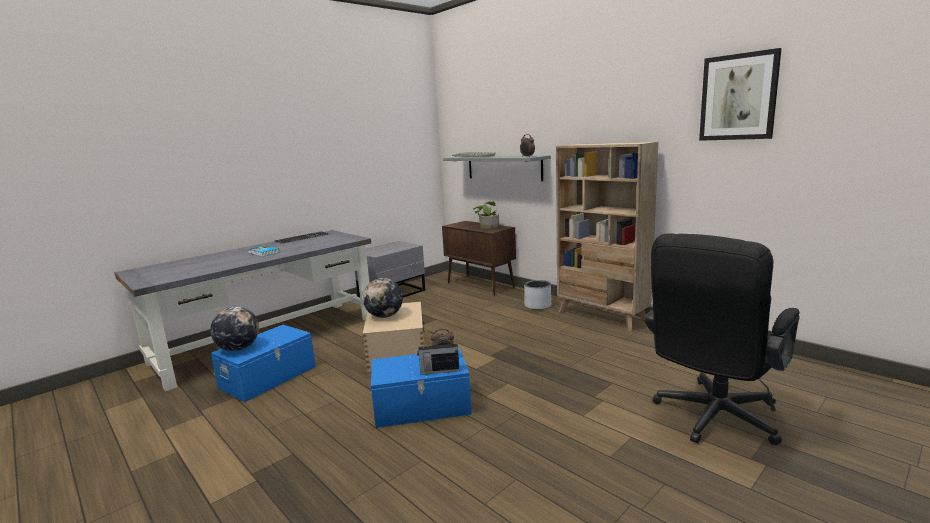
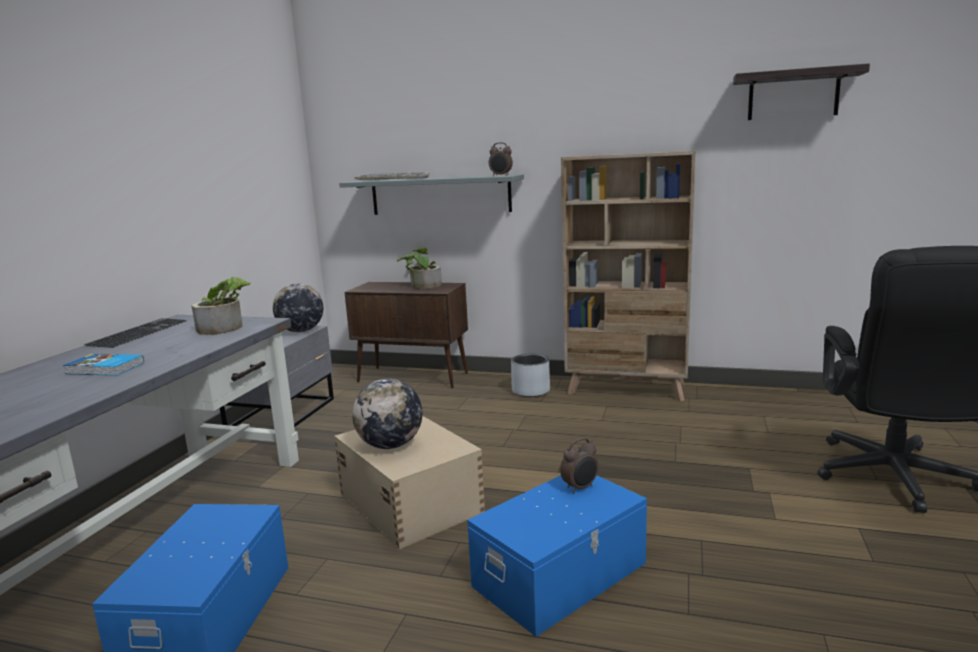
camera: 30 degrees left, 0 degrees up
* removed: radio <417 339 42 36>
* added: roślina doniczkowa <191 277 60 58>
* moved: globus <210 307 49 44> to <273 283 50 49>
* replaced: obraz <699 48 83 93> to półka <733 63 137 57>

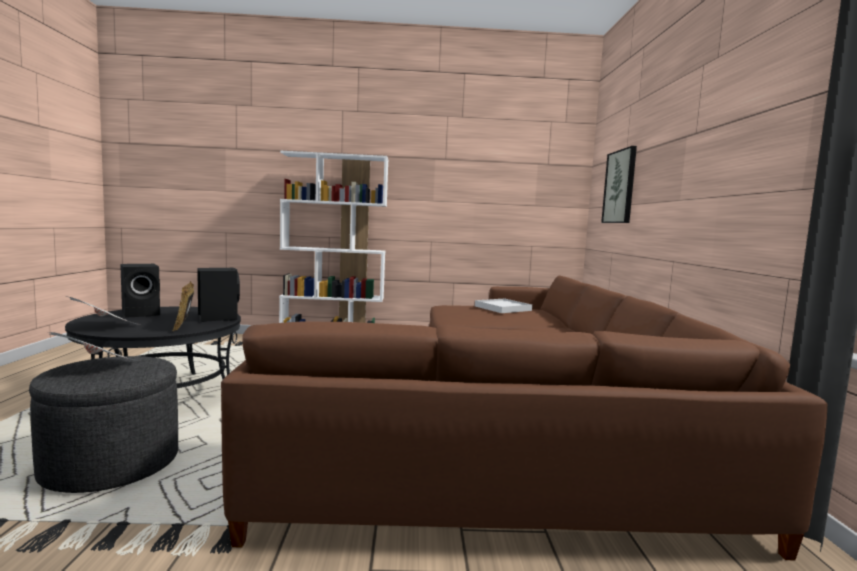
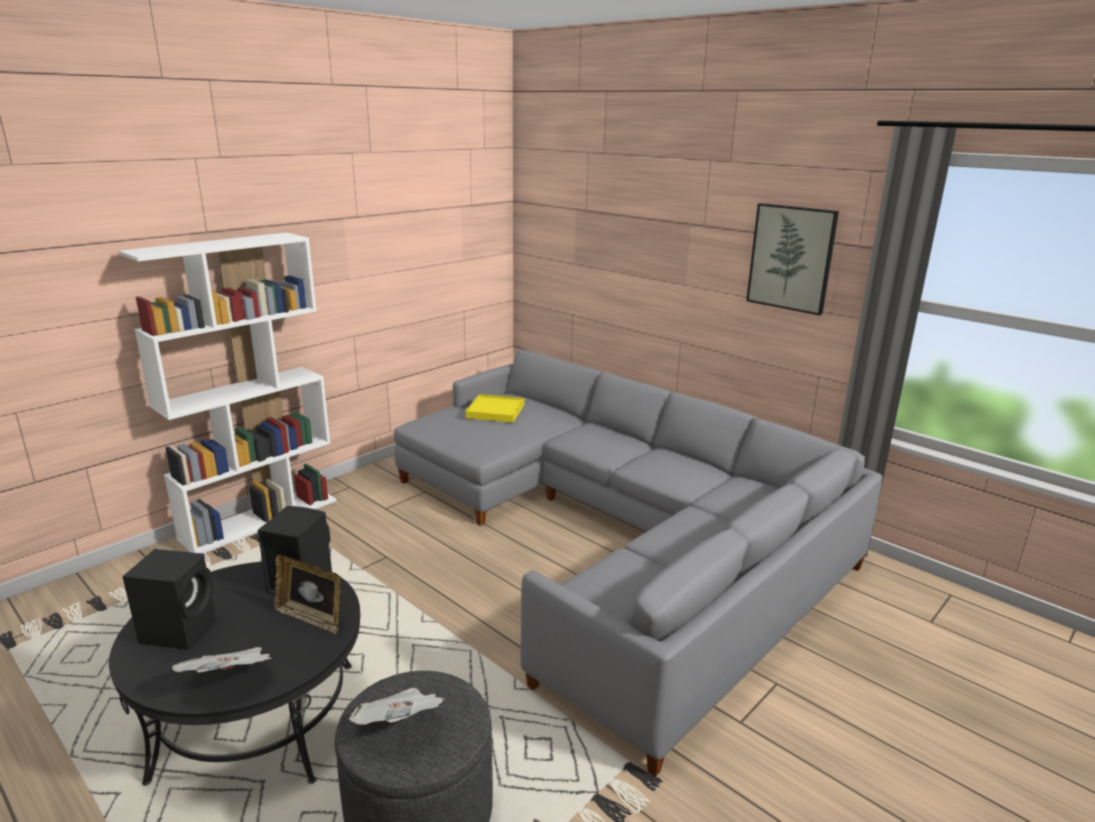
camera: 45 degrees left, 15 degrees up
* moved: obraz <601 146 36 77> to <746 203 93 113>
* recoloured: kanapa [brązowy] <221 276 606 284> to kanapa [szary] <394 349 488 428>
* recoloured: taca [biały] <475 298 57 15> to taca [żółty] <465 394 59 29>

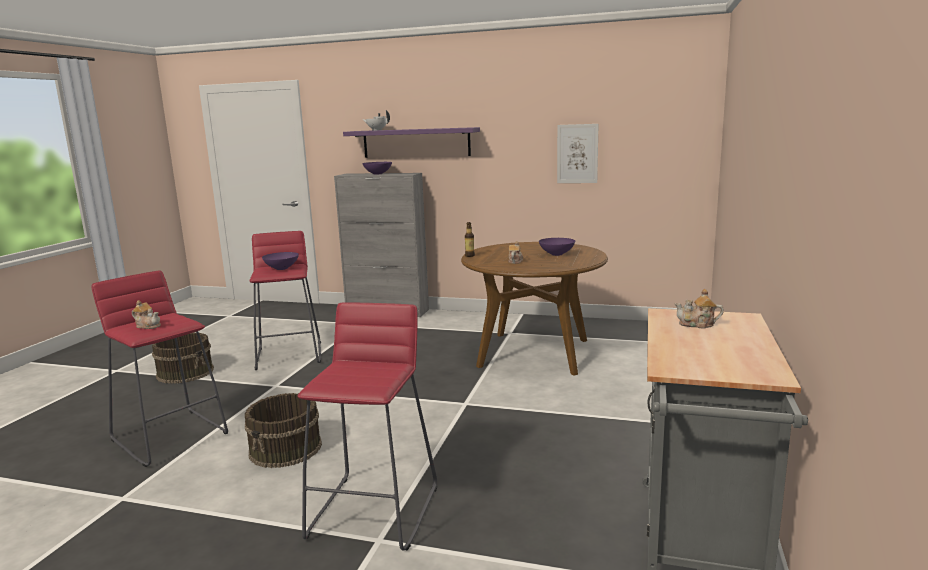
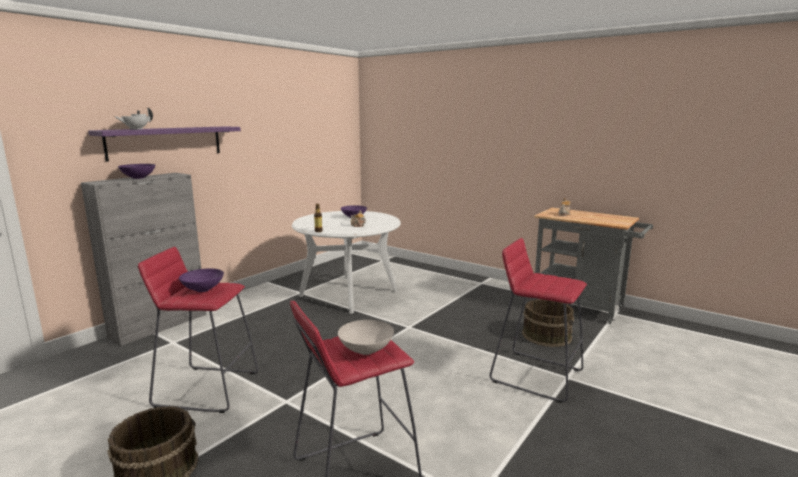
camera: 70 degrees left, 0 degrees up
* removed: obraz <557 124 42 59>
* moved: wiadro [brązowy] <245 393 77 75> to <522 299 52 48>
* replaced: imbryk <132 300 29 29> to miska [biały] <338 320 56 35>
* recoloured: stół jadalny [brązowy] <461 242 147 133> to stół jadalny [biały] <292 211 109 103>

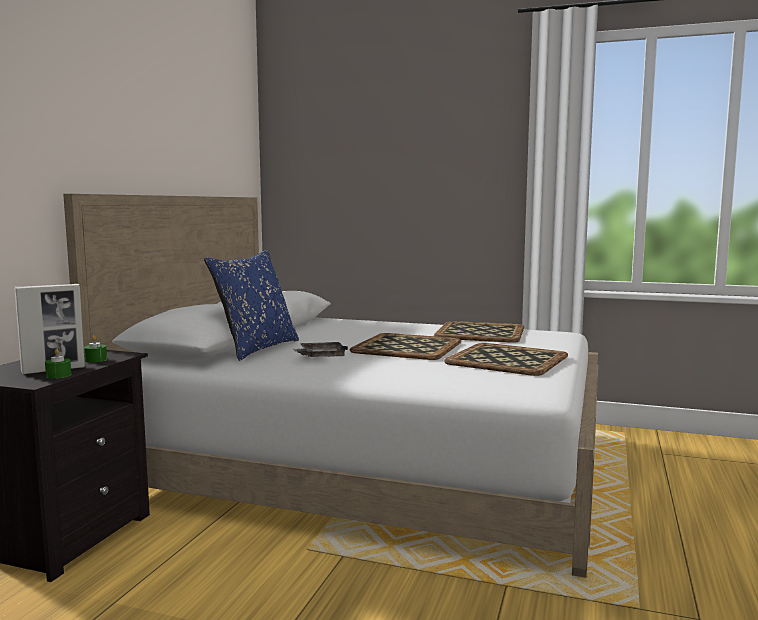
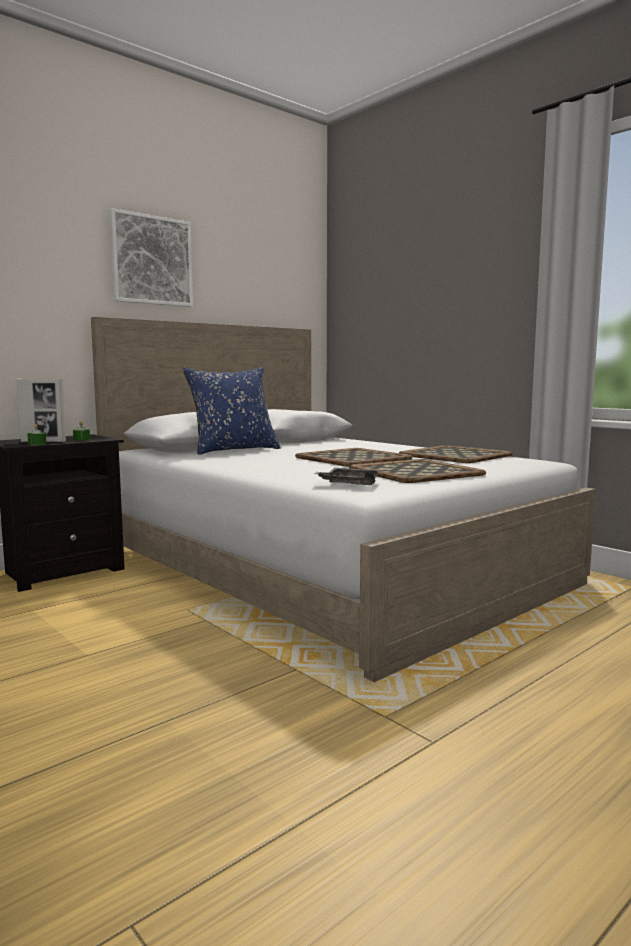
camera: 30 degrees right, 0 degrees up
* added: obraz <109 208 84 99>
* moved: taca [szary] <293 342 55 15> to <314 468 66 17>

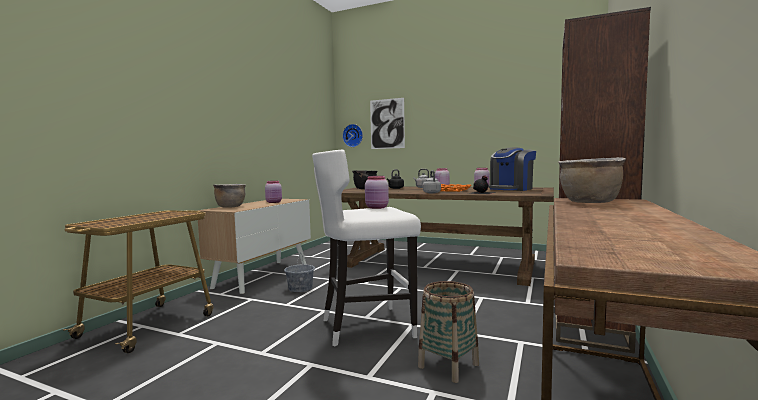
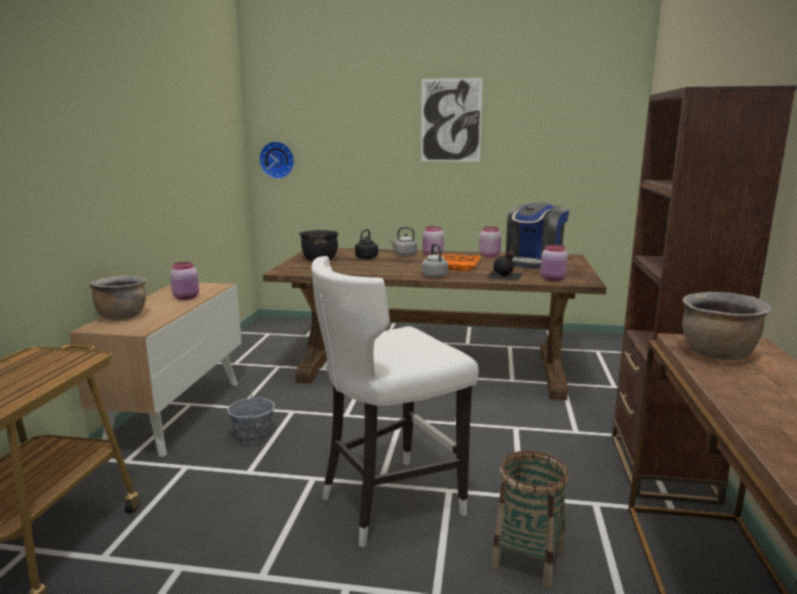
camera: 15 degrees left, 10 degrees up
* moved: słoik [różowy] <365 176 24 33> to <541 244 27 37>
* moved: obraz <370 98 35 51> to <421 78 62 84>

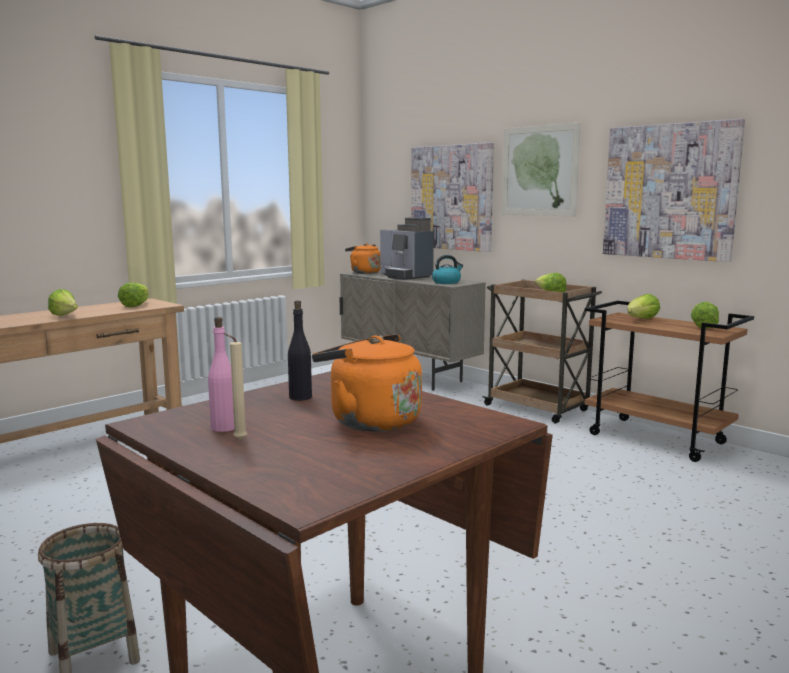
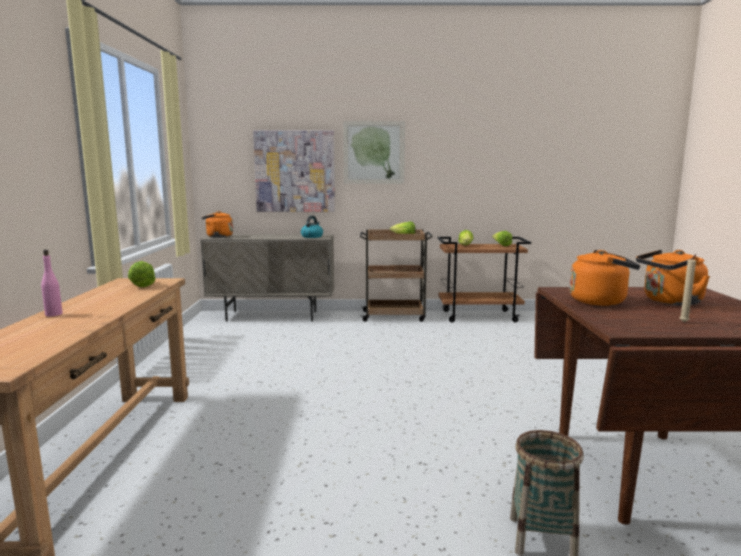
camera: 45 degrees left, 0 degrees up
* removed: sałata <48 289 30 27>
* removed: ekspres do kawy <380 217 54 63>
* removed: obraz <603 119 142 143>
* moved: butelka [różowy] <208 317 26 115> to <41 250 22 66>
* replaced: butelka [czarny] <288 300 24 101> to czajnik [pomarańczowy] <570 250 71 56>

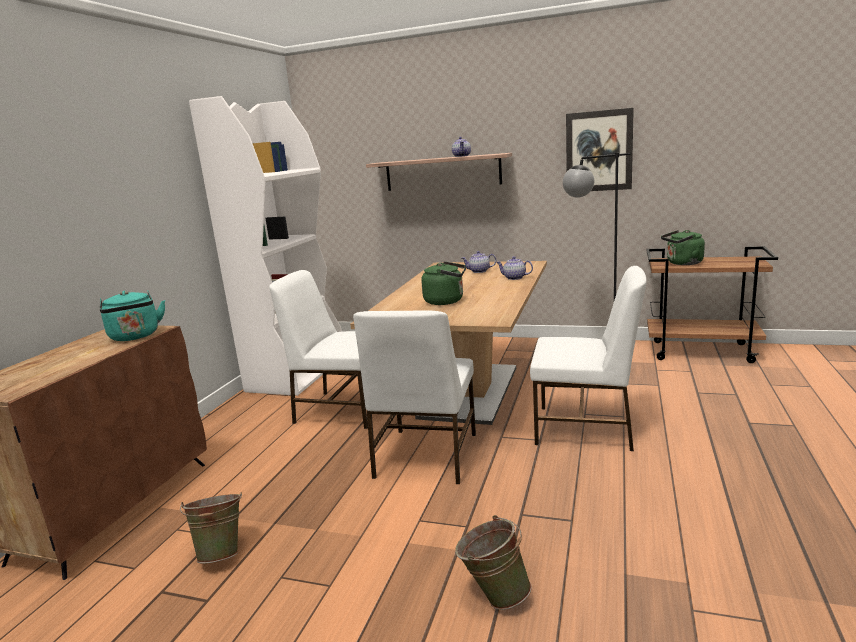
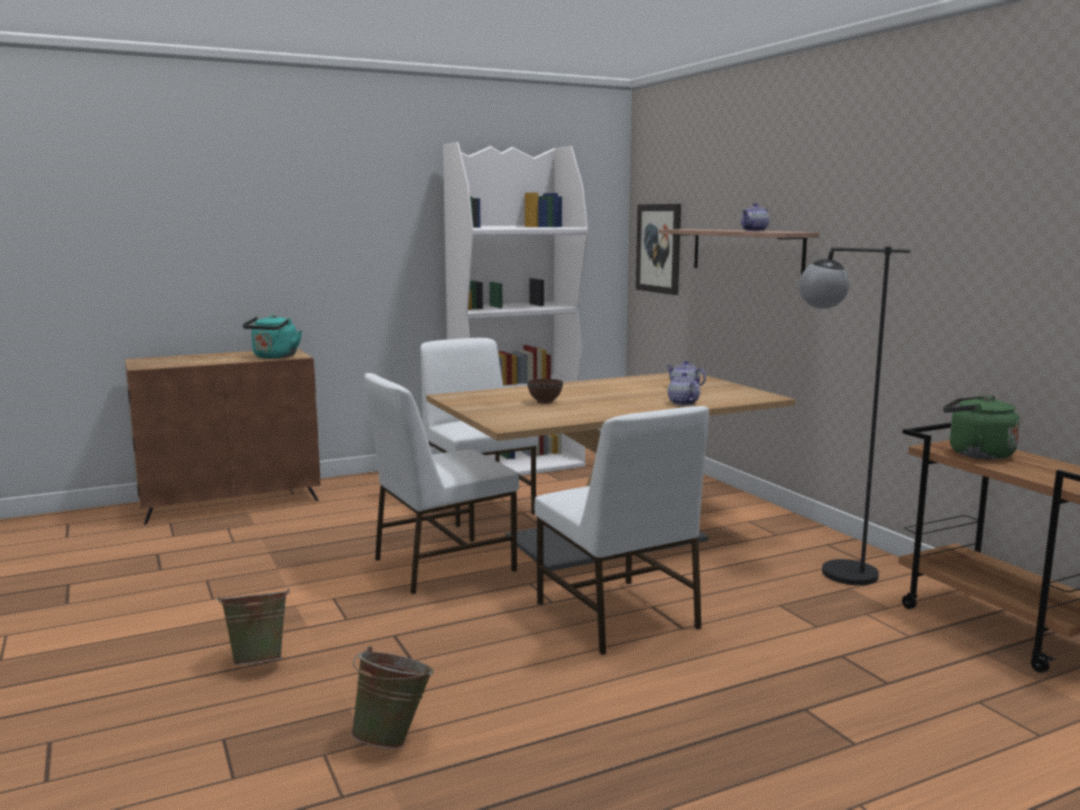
camera: 45 degrees right, 5 degrees down
* moved: wiadro [zielony] <180 492 62 72> to <351 646 83 103>
* moved: obraz <566 108 68 83> to <636 204 45 91>
* replaced: czajnik [zielony] <421 261 45 44> to miska [brązowy] <527 379 36 25>

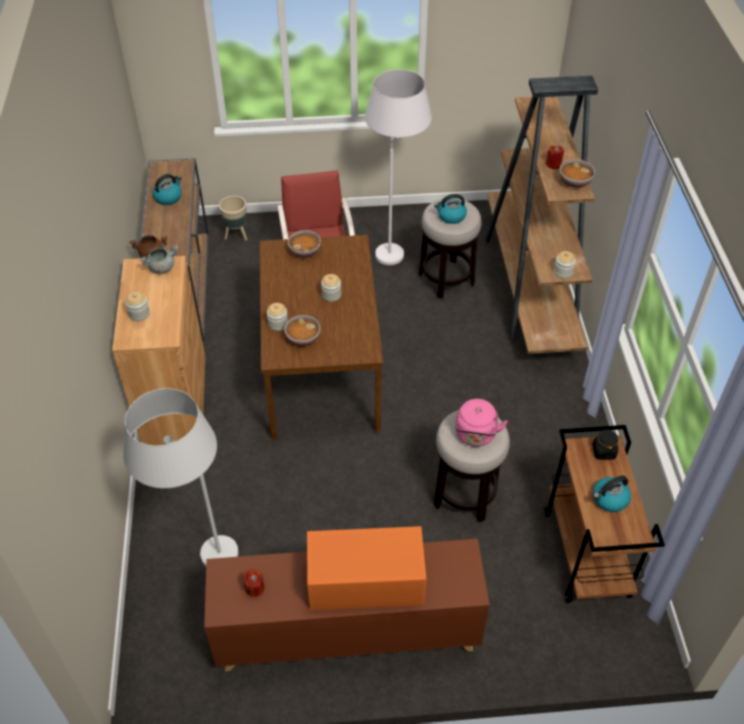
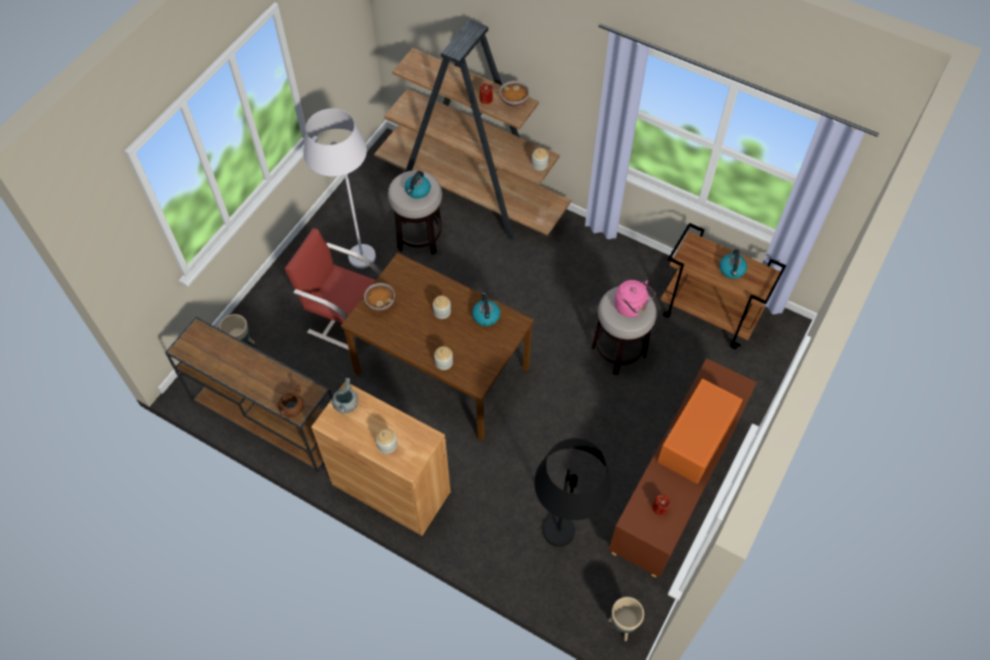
camera: 55 degrees left, 10 degrees up
* removed: miska <284 315 36 31>
* removed: słoik [czarny] <592 428 26 32>
* added: donica [beżowy] <608 597 36 44>
* moved: czajnik <152 174 30 31> to <472 293 28 33>
* recoloured: lampa stojąca [biały] <123 388 116 178> to lampa stojąca [czarny] <534 438 78 109>

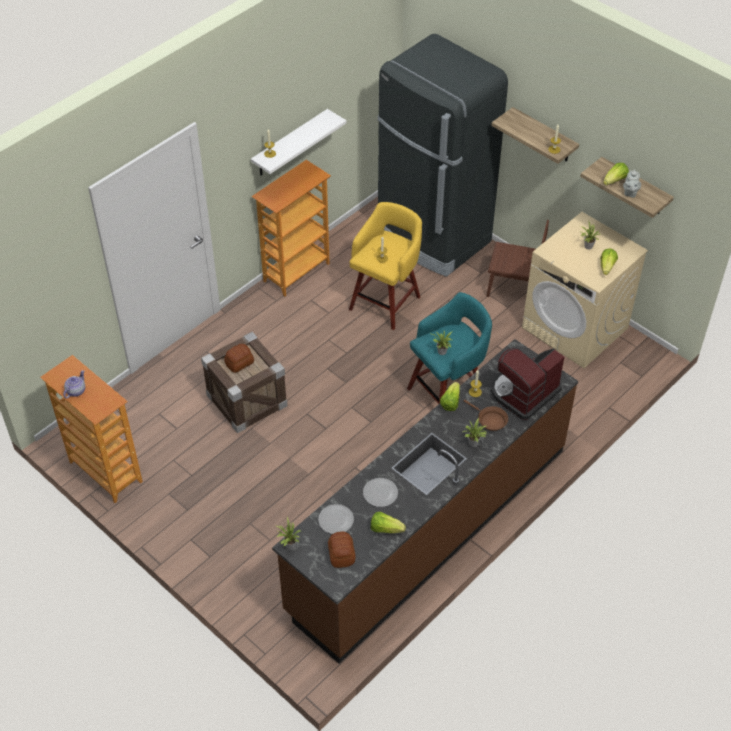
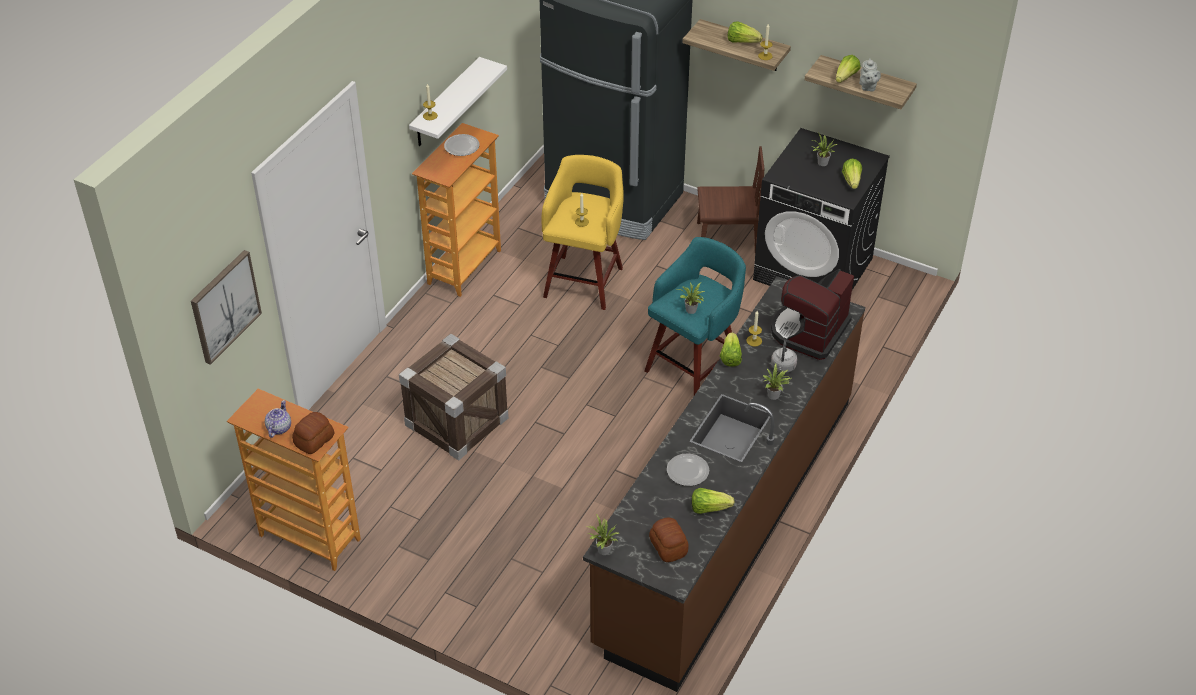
camera: 15 degrees left, 5 degrees down
* added: obraz <191 250 71 115>
* added: sałata <727 21 35 22>
* moved: chleb <224 344 30 29> to <292 412 42 42>
* moved: talerz <318 504 36 30> to <444 134 36 22>
* replaced: patelnia [brązowy] <464 400 44 31> to czajnik [szary] <771 340 26 33>
* recoloured: pralka [beżowy] <522 212 126 156> to pralka [czarny] <753 128 137 162>

